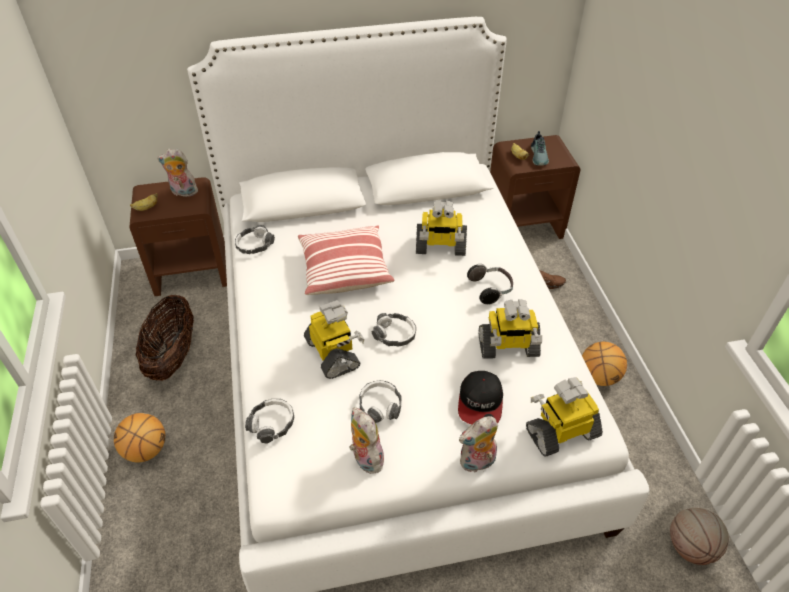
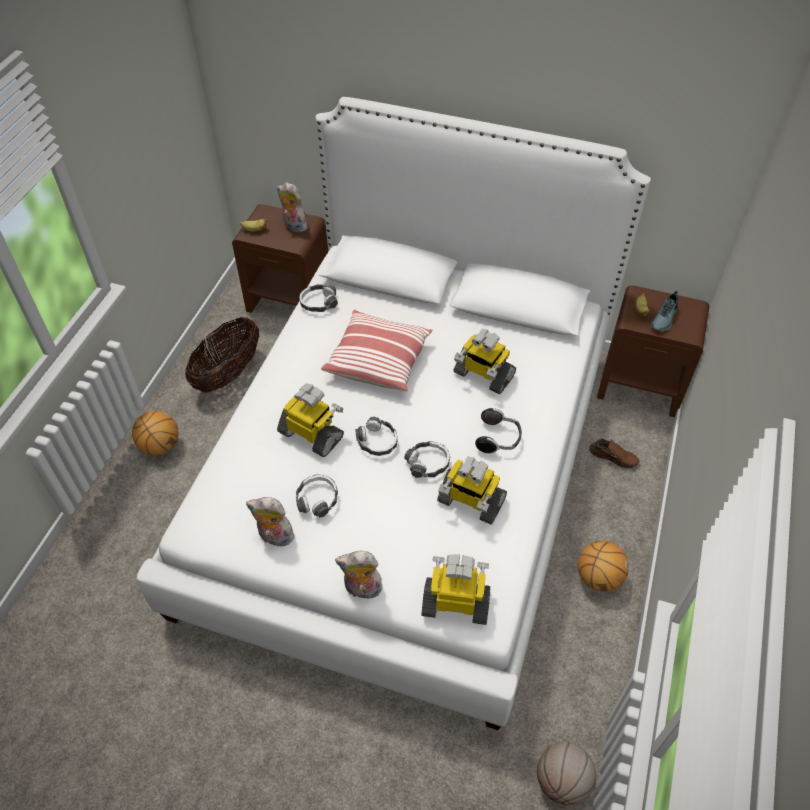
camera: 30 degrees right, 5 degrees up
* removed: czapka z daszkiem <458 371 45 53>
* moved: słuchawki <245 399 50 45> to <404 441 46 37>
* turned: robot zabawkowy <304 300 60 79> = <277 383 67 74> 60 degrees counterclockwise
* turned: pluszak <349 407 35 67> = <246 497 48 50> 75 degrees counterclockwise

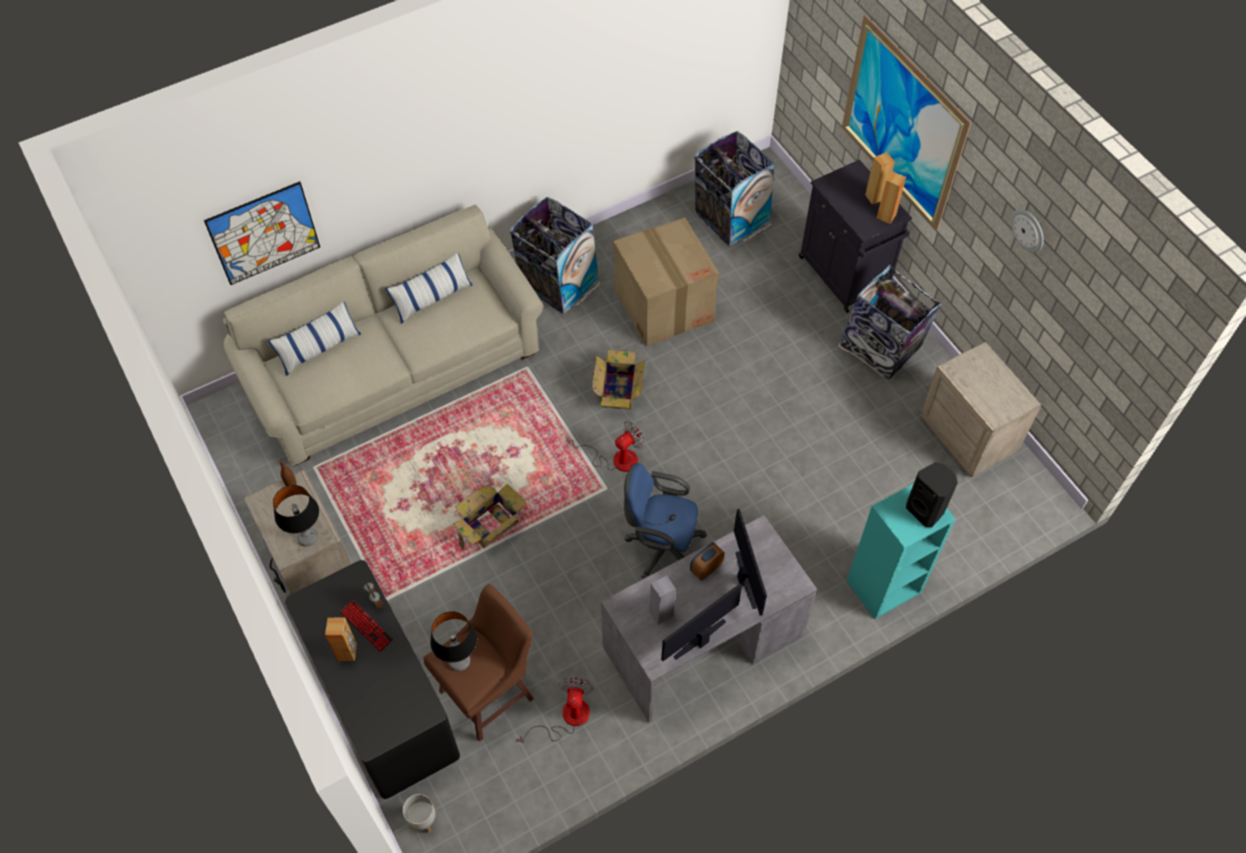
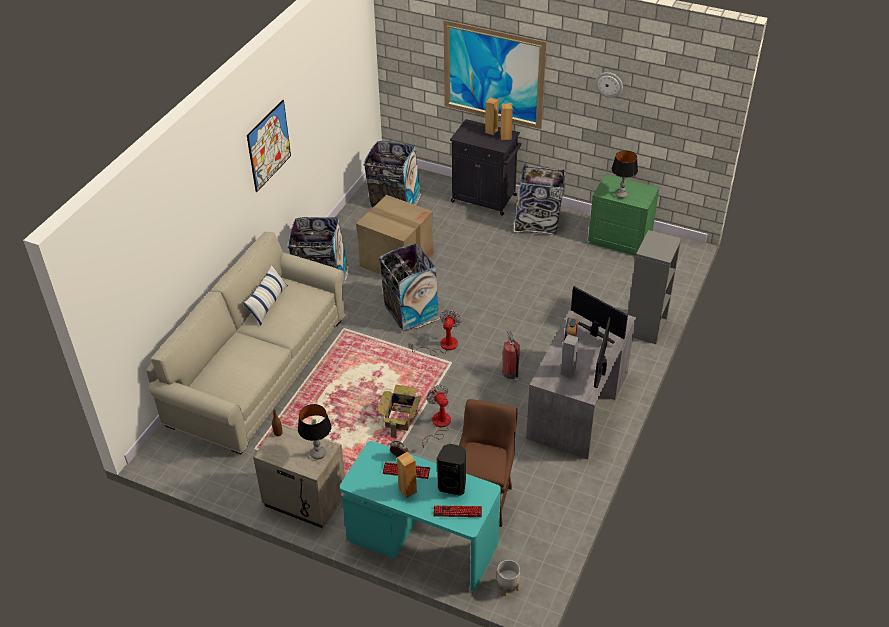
camera: 35 degrees left, 15 degrees down
* removed: poduszka <268 302 93 74>
* added: klawiatura <433 506 49 11>
* moved: obraz <204 181 116 104> to <247 100 44 92>
* moved: lampa stołowa <430 611 47 60> to <612 151 26 48>
* moved: wentylator <516 677 78 66> to <422 385 29 63>
* moved: głośnik [czarny] <906 462 52 65> to <437 444 29 52>
* replaced: karton <592 350 53 60> to kosz na śmieci <379 244 61 87>
* replaced: krzesło biurowe [niebieski] <624 463 83 116> to gaśnica <502 330 18 52>
* recoloured: biurko [czarny] <285 560 175 239> to biurko [turkusowy] <340 441 161 150>
* recoloured: regał [turkusowy] <847 483 108 136> to regał [szary] <628 230 53 114>
* recoloured: szafka nocna [beżowy] <920 341 122 137> to szafka nocna [zielony] <588 174 71 82>

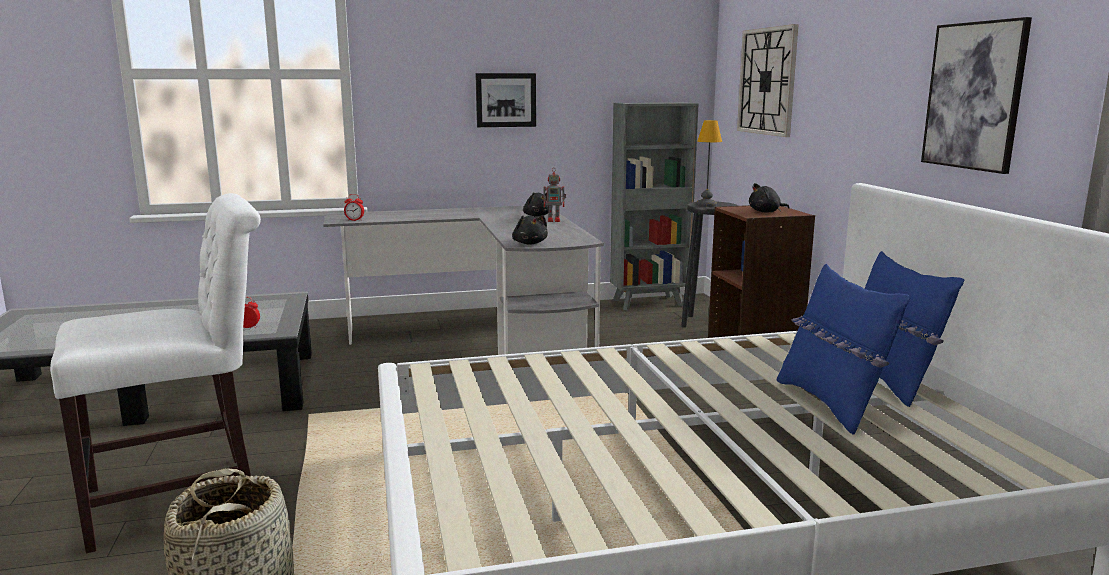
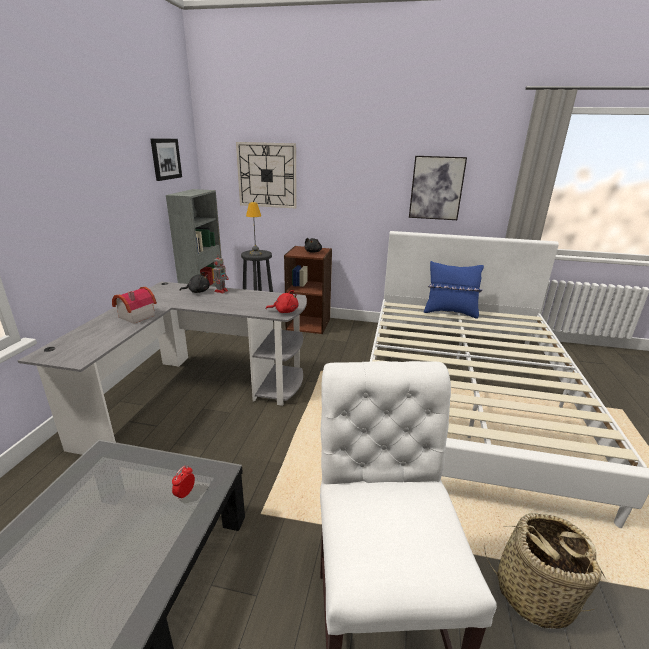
camera: 65 degrees left, 10 degrees up
* removed: budzik <344 194 20 27>
* removed: poduszka [niebieski] <777 264 134 171>
* added: domek <112 287 45 37>
* moved: obraz <475 73 61 54> to <150 139 32 42>
* recoloured: pluszak [czarny] <512 215 36 30> to pluszak [czerwony] <266 290 32 23>

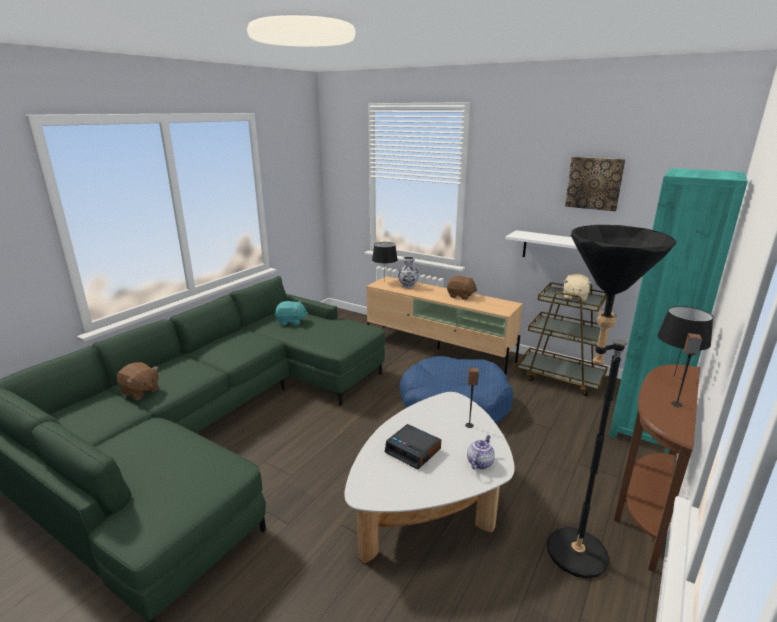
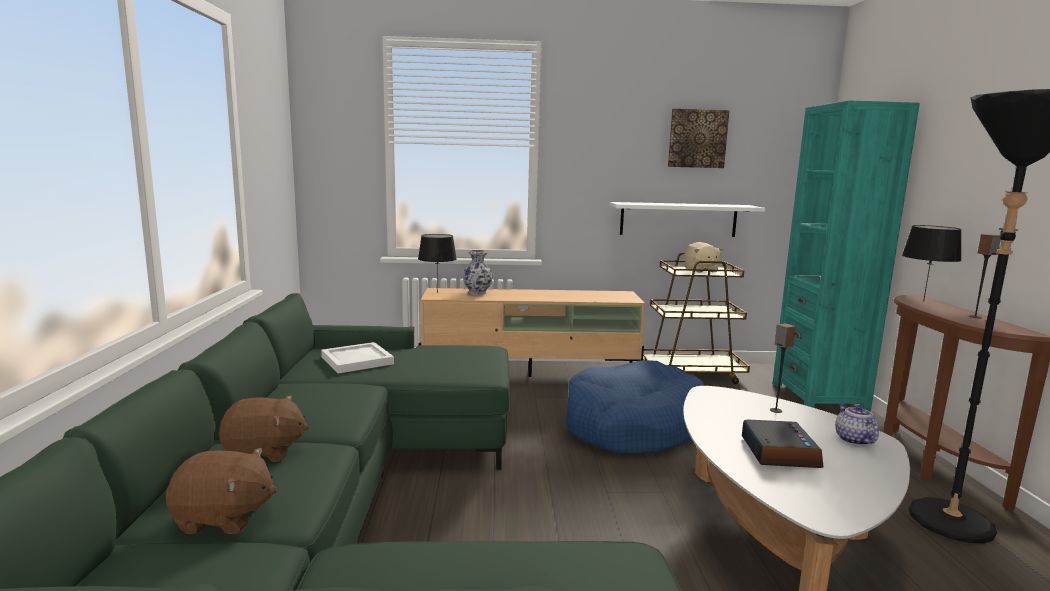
camera: 35 degrees left, 10 degrees down
* moved: pluszak [brązowy] <447 276 30 24> to <219 395 90 67>
* replaced: pluszak [turkusowy] <275 301 33 25> to taca [biały] <321 342 73 32>
* turned: budzik <385 424 56 46> = <742 419 81 49> 90 degrees counterclockwise

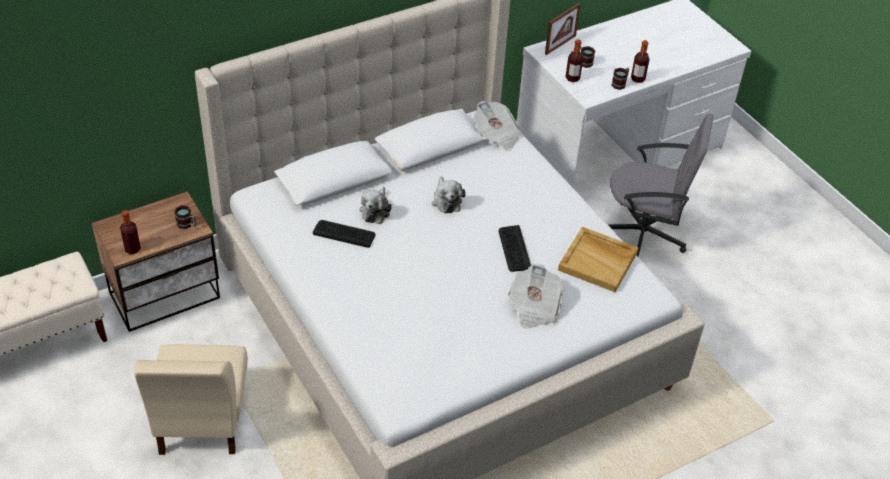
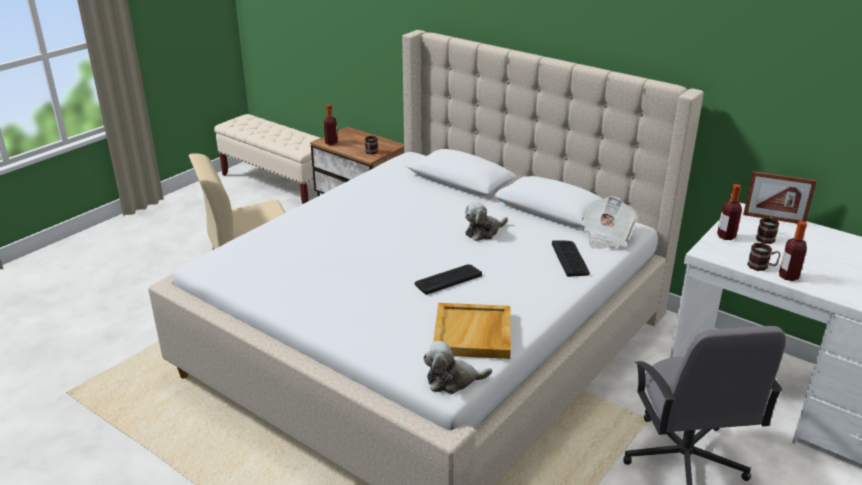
camera: 70 degrees right, 15 degrees down
* removed: gazeta <508 264 57 65>
* moved: klawiatura <313 220 62 28> to <552 240 38 37>
* moved: pluszak <360 187 32 37> to <423 341 69 53>

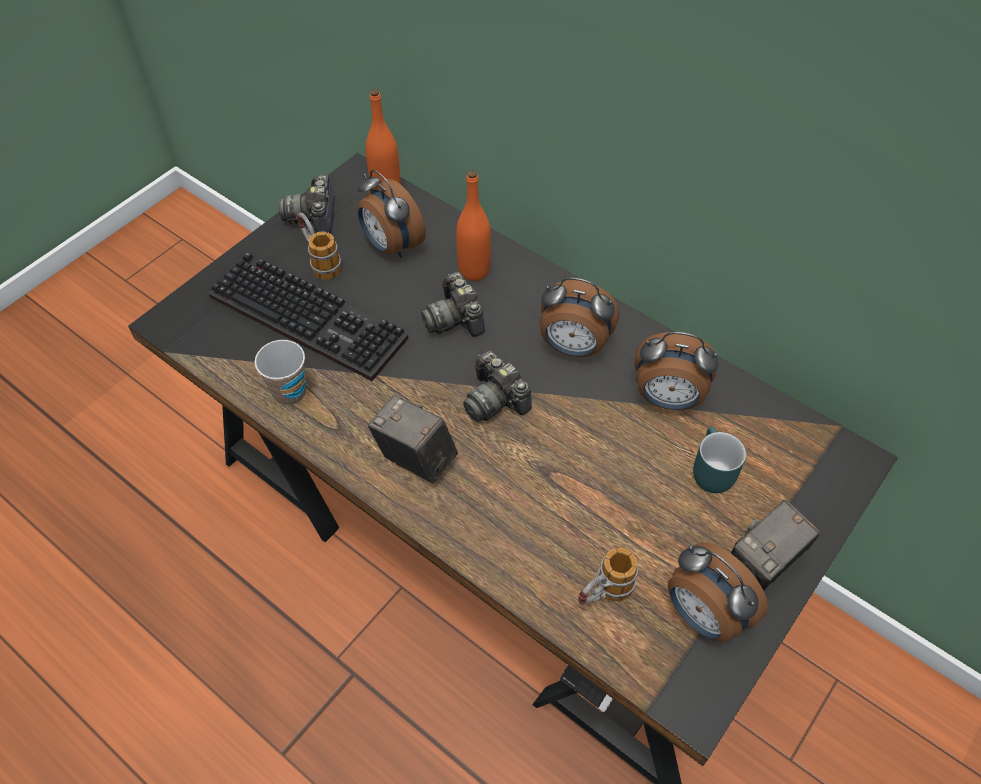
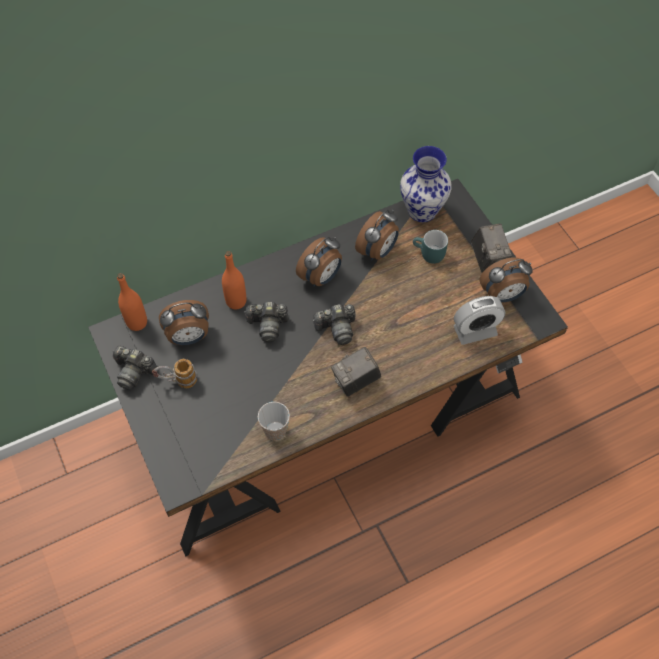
camera: 65 degrees left, 5 degrees up
* removed: klawiatura <209 252 200 129>
* added: wazon <400 146 52 76>
* replaced: kubek <578 548 60 57> to budzik <454 296 51 49>

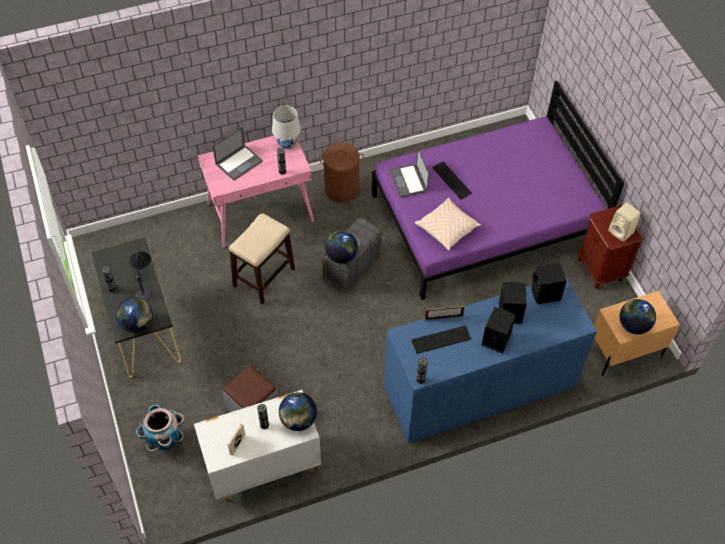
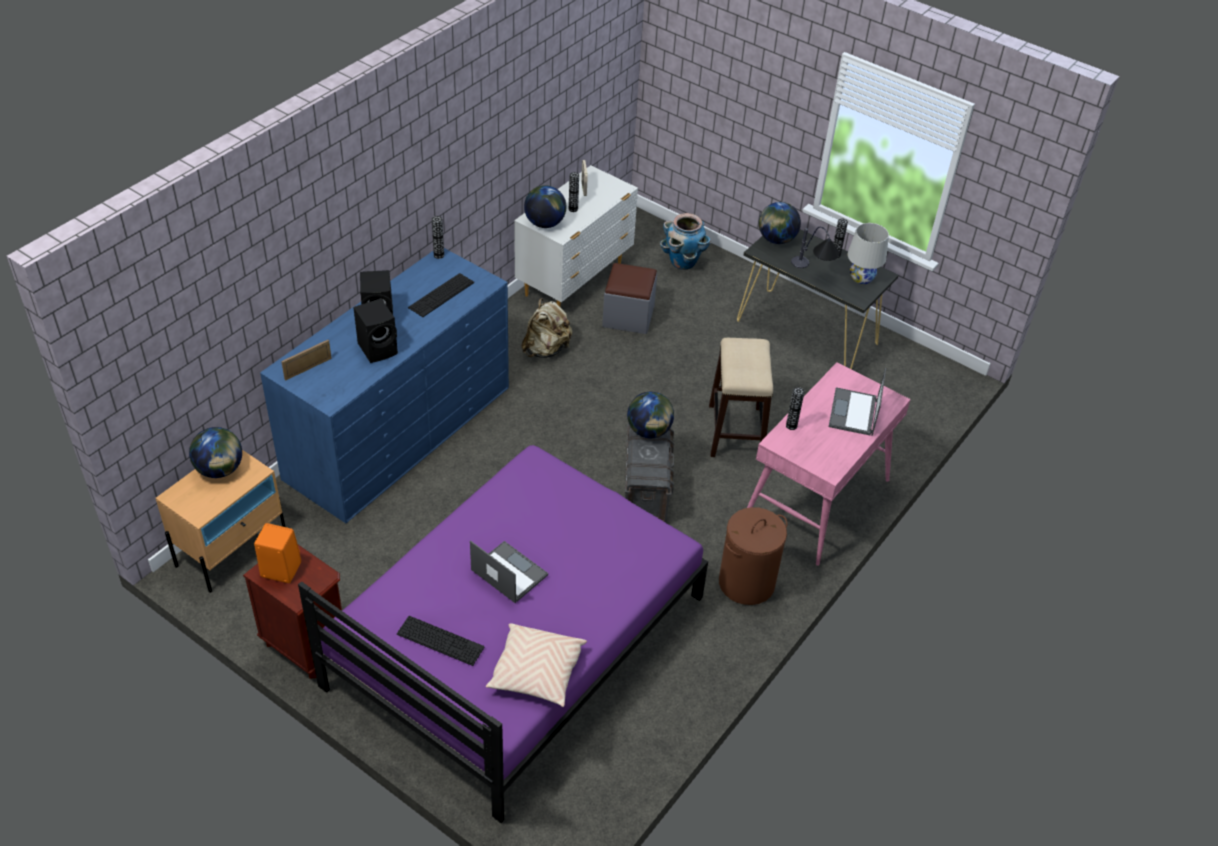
camera: 145 degrees right, 10 degrees down
* removed: głośnik [czarny] <532 263 35 41>
* added: plecak [beżowy] <521 298 51 60>
* moved: lampa stołowa [biały] <272 106 29 43> to <847 223 42 61>
* moved: laptop <390 147 39 51> to <470 540 78 63>
* moved: poduszka [beżowy] <415 198 66 52> to <486 623 101 84>
* moved: ramka na zdjęcie <425 306 40 14> to <281 340 51 41>
* moved: klawiatura <432 161 40 38> to <397 616 87 50>
* recoloured: głośnik [beżowy] <608 203 33 39> to głośnik [pomarańczowy] <254 523 47 60>

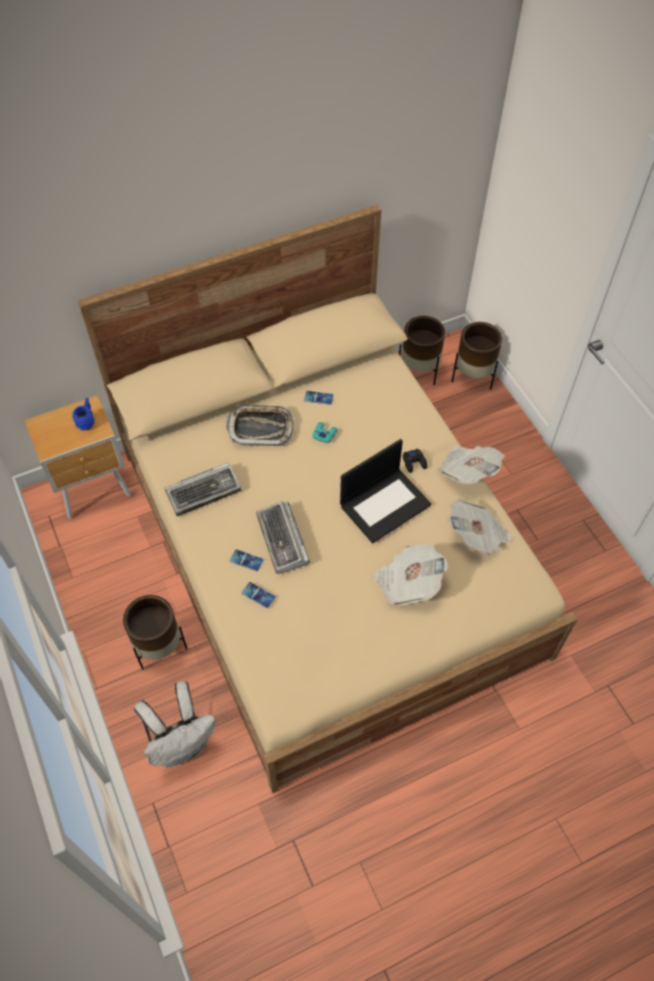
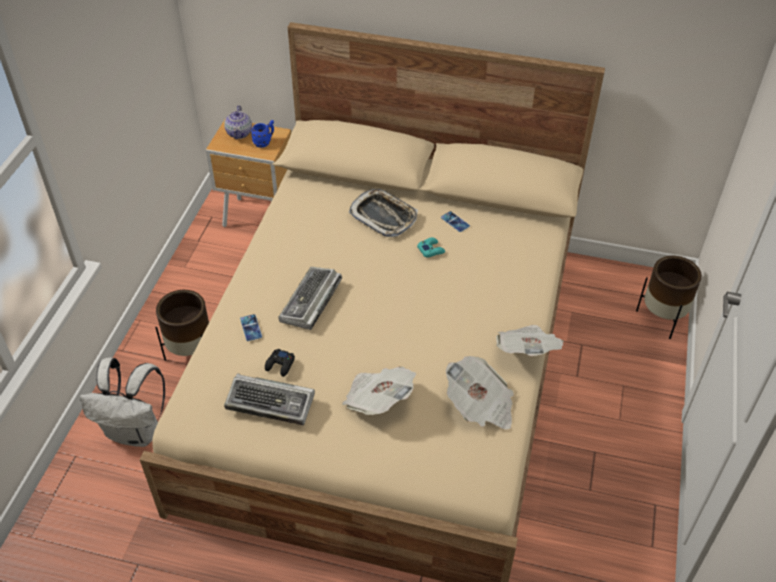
camera: 40 degrees right, 10 degrees down
* removed: telefon <230 549 34 22>
* removed: laptop <340 439 92 104>
* removed: donica [brązowy] <399 316 46 69>
* added: imbryk <224 105 28 34>
* moved: klawiatura <164 463 77 53> to <224 373 91 52>
* moved: pad do gier [czarny] <403 449 24 24> to <265 349 30 28>

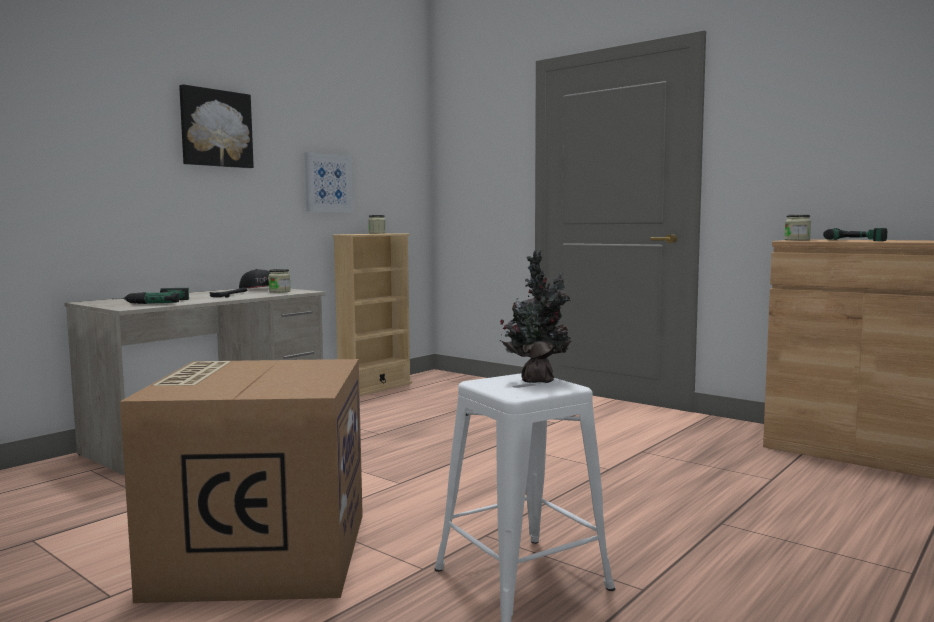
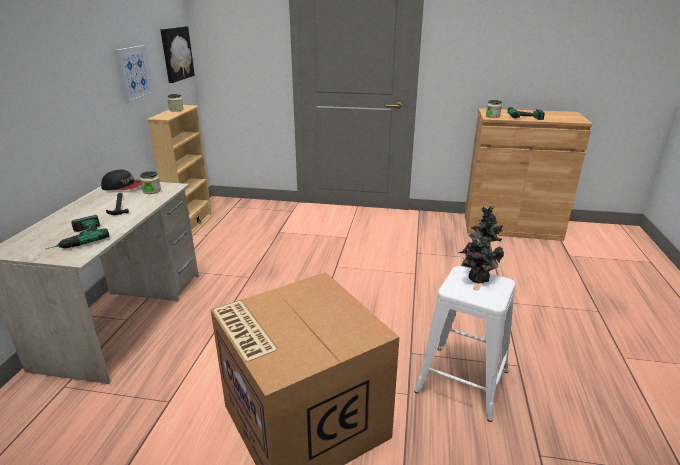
camera: 30 degrees left, 20 degrees up
* moved: obraz <179 84 75 84> to <161 26 34 57>

